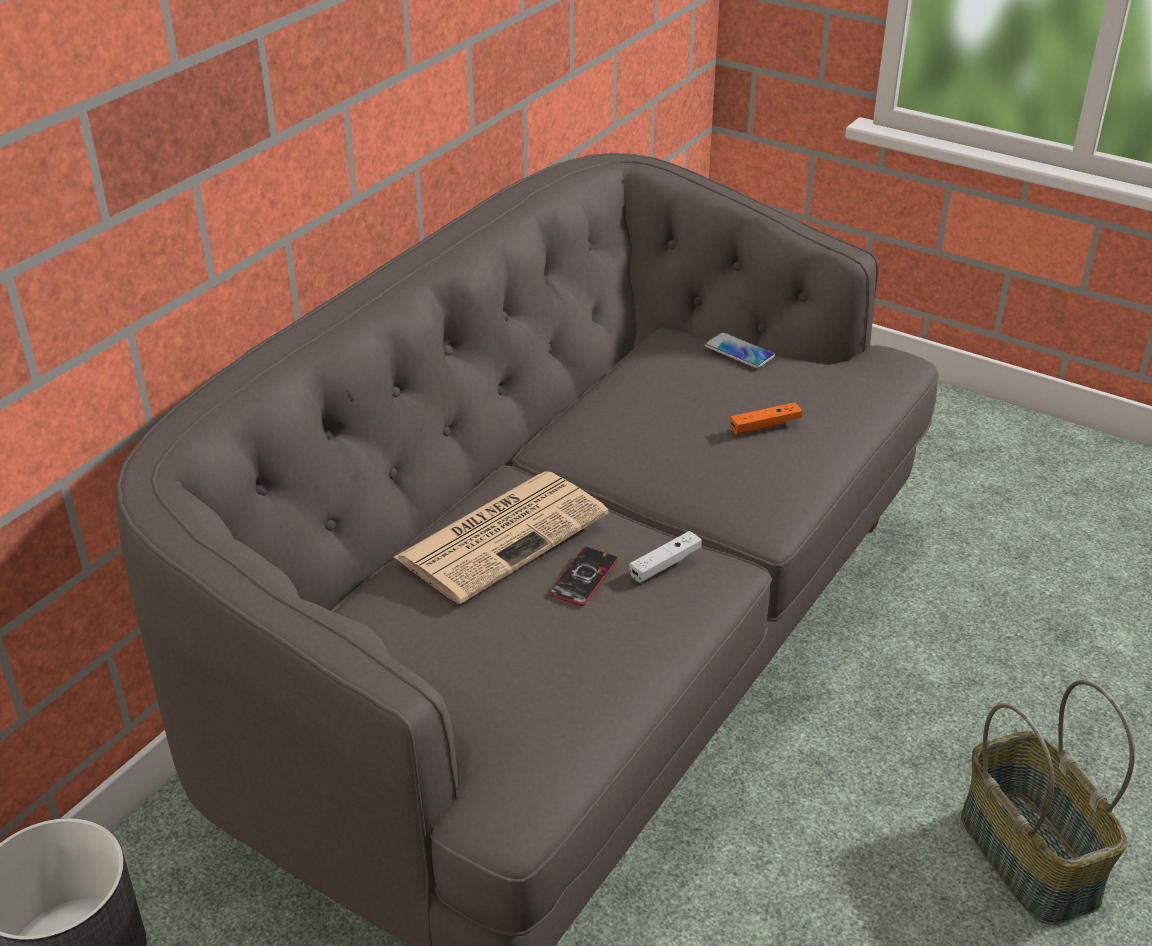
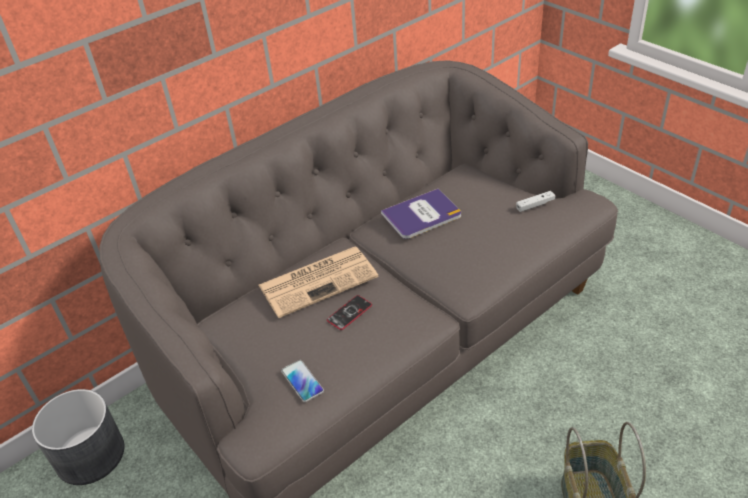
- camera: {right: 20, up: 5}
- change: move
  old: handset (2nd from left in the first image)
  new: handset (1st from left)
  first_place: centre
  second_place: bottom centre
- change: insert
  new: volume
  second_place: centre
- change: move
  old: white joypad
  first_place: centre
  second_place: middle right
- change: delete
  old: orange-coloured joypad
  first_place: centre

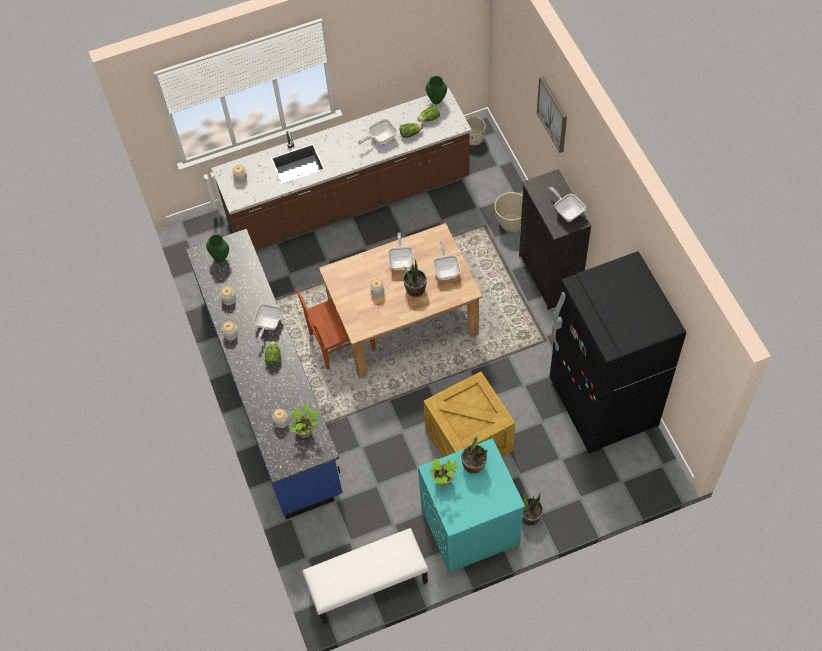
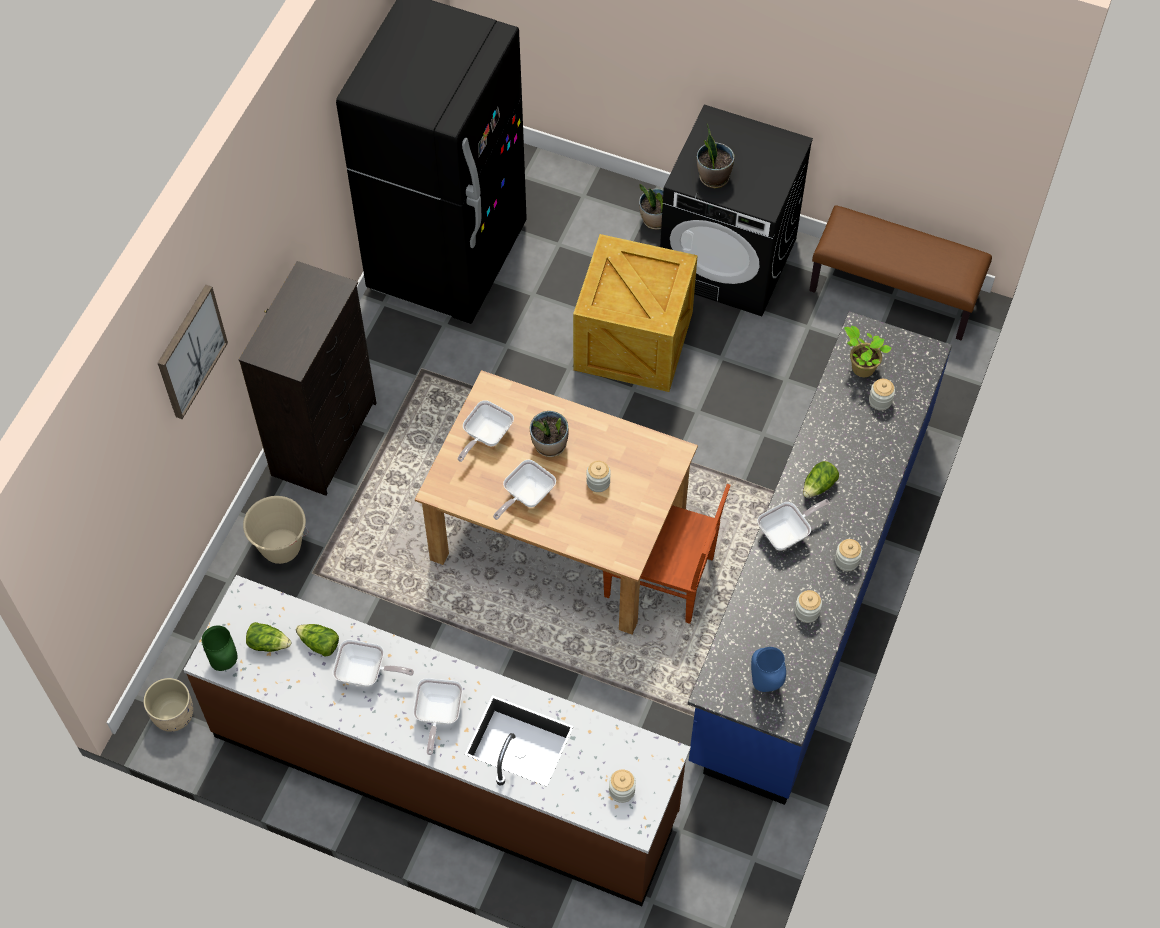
- camera: {right: -140, up: 0}
- change: move
  old: pan (5th from left in the first image)
  new: pan (2nd from left)
  first_place: top right
  second_place: bottom centre
- change: recolor
  old: turquoise-coloured laundry machine
  new: black laundry machine
  first_place: bottom centre
  second_place: top centre
- change: recolor
  old: greenish flower vase (1st from left)
  new: blue-coloured flower vase
  first_place: middle left
  second_place: bottom centre
- change: recolor
  old: white indoor bench
  new: brown-coloured indoor bench
  first_place: bottom centre
  second_place: top right
- change: delete
  old: houseplant (3rd from left)
  first_place: bottom centre

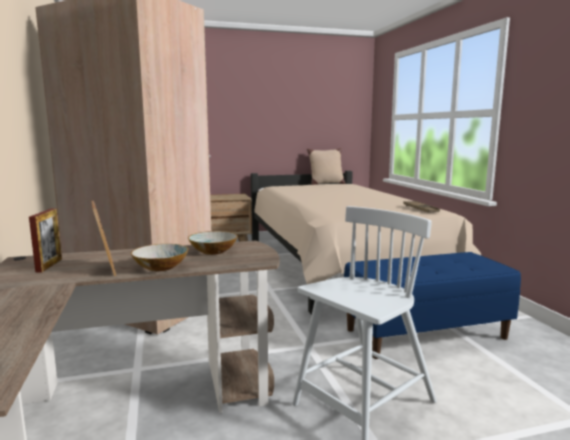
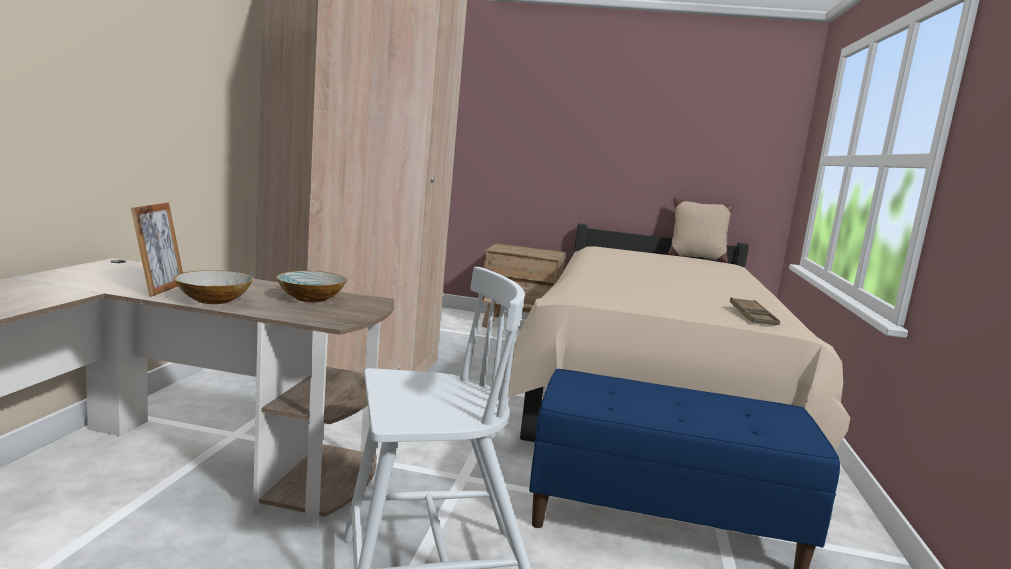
- camera: {right: 25, up: 0}
- change: delete
  old: standing frame (1st from left)
  first_place: middle left

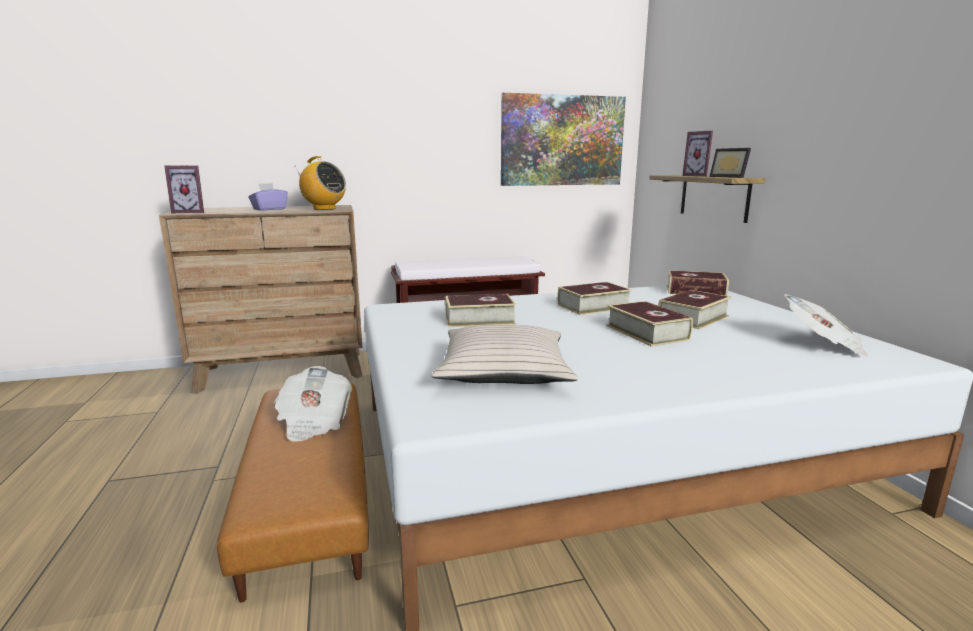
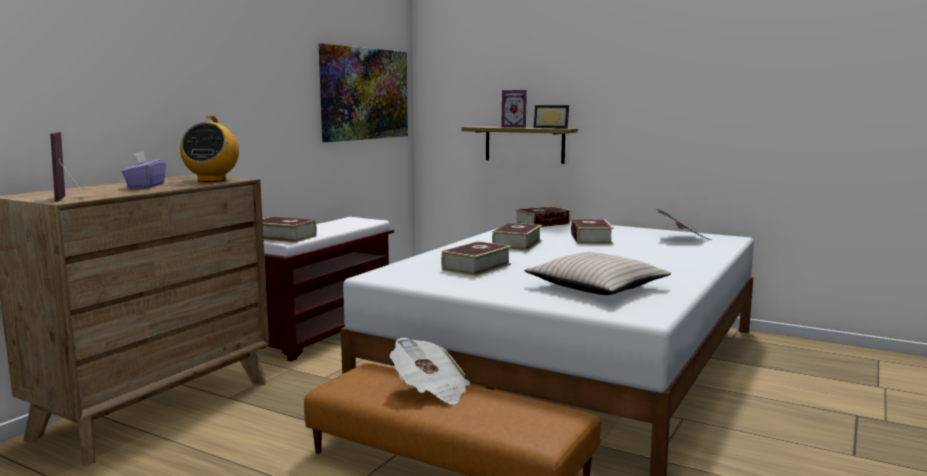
- camera: {right: -45, up: -5}
- change: rotate
  old: standing frame (1st from left)
  first_place: top left
  second_place: middle left
  degrees: 120
- change: rotate
  old: radio
  first_place: top left
  second_place: top left
  degrees: 105
- change: move
  old: volume (3rd from left in the first image)
  new: volume (1st from left)
  first_place: middle right
  second_place: middle left

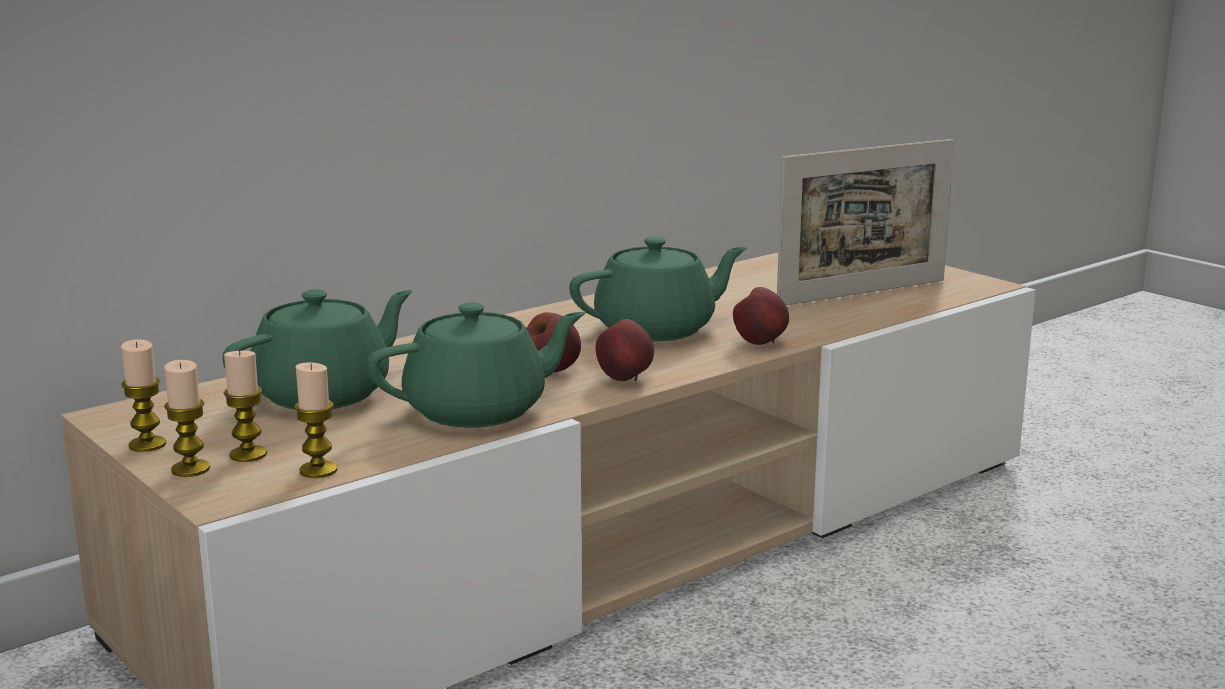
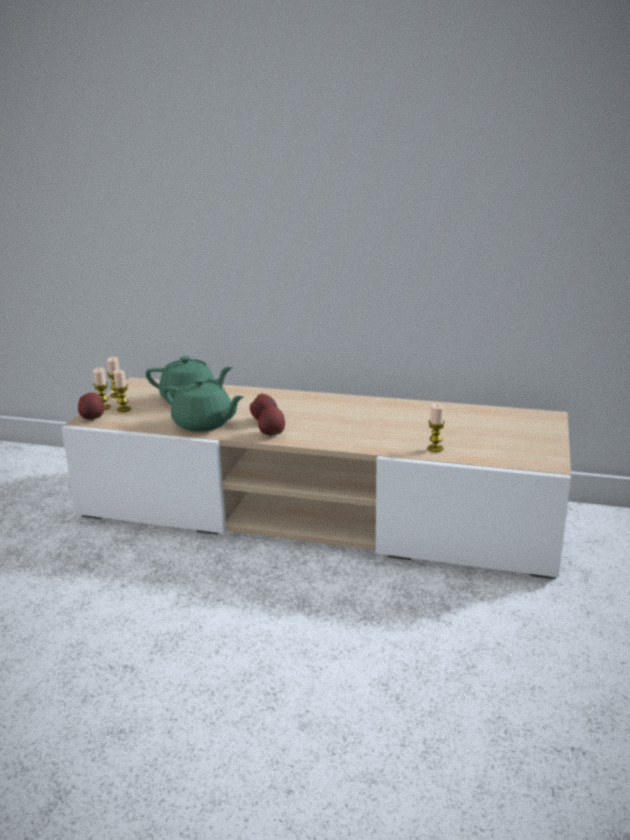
- camera: {right: 55, up: 5}
- change: move
  old: apple fruit (3rd from left in the first image)
  new: apple fruit (1st from left)
  first_place: centre
  second_place: middle left
- change: move
  old: candle (4th from left)
  first_place: middle left
  second_place: middle right
- change: delete
  old: greenish tea pot (3rd from left)
  first_place: centre
- change: delete
  old: standing frame
  first_place: top right

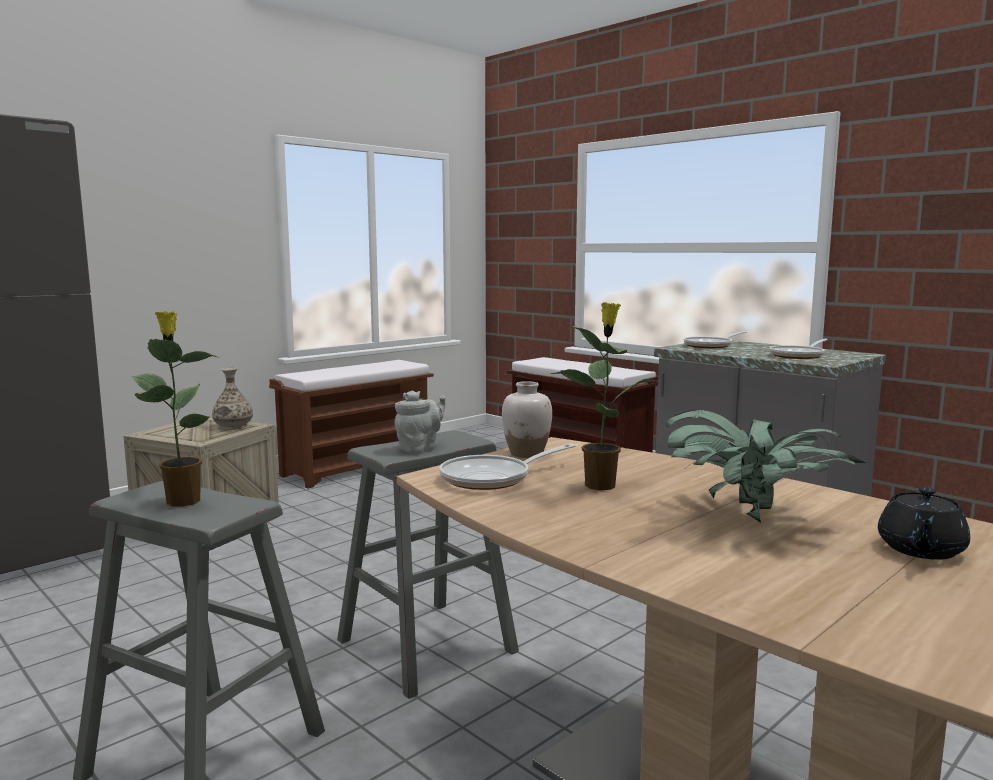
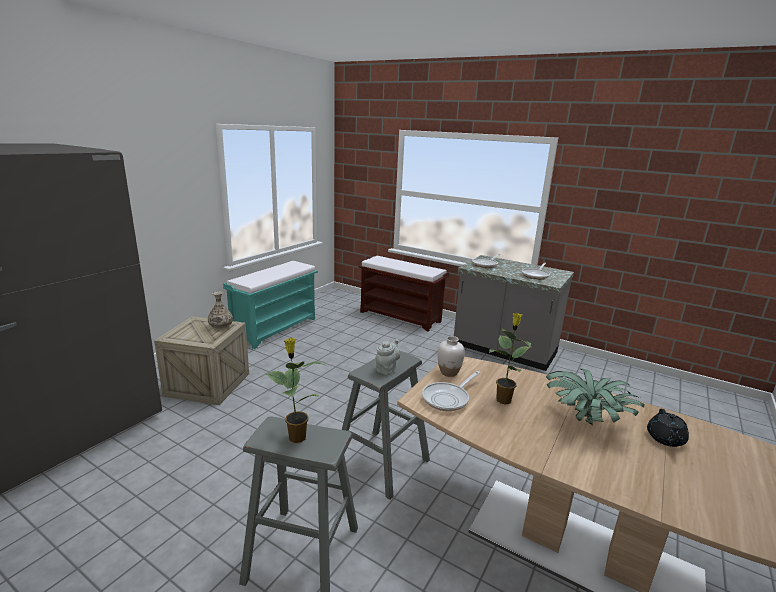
- camera: {right: -15, up: 10}
- change: recolor
  old: brown-coloured indoor bench (1st from left)
  new: turquoise-coloured indoor bench
  first_place: centre
  second_place: centre

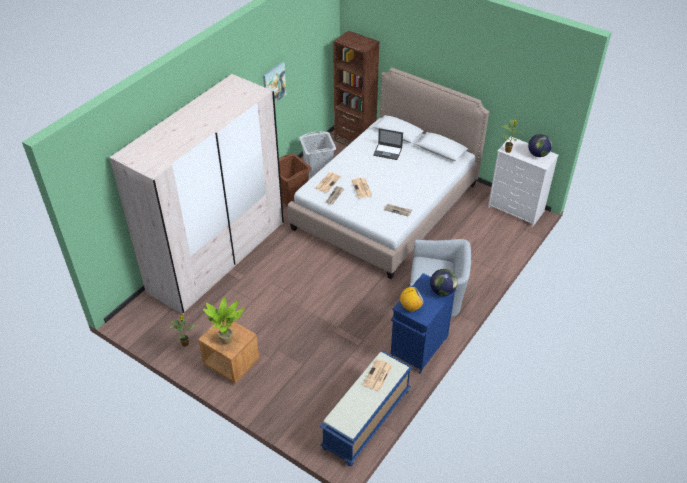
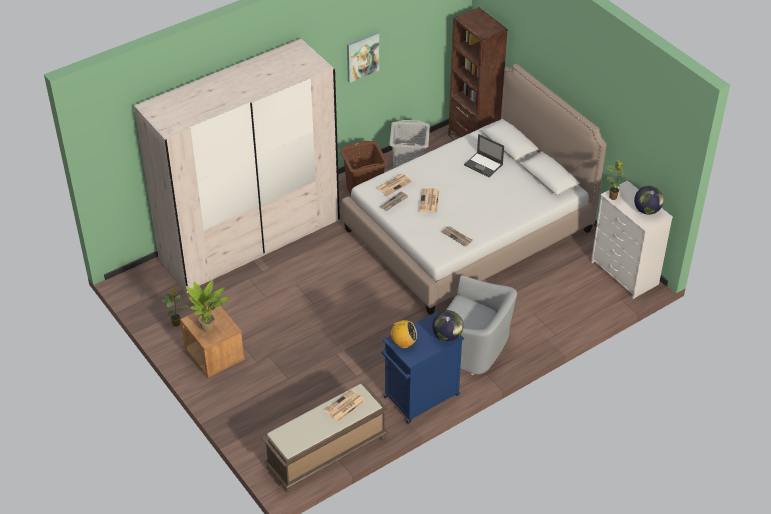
- camera: {right: 20, up: 0}
- change: recolor
  old: blue-coloured indoor bench
  new: brown-coloured indoor bench
  first_place: bottom centre
  second_place: bottom centre

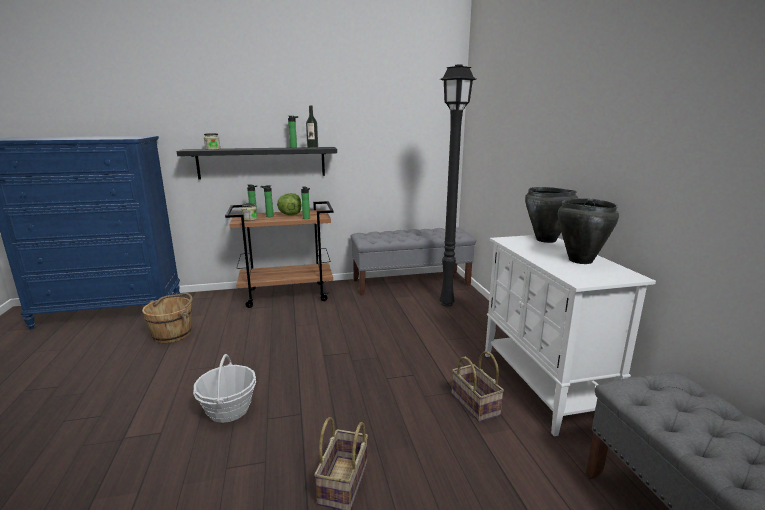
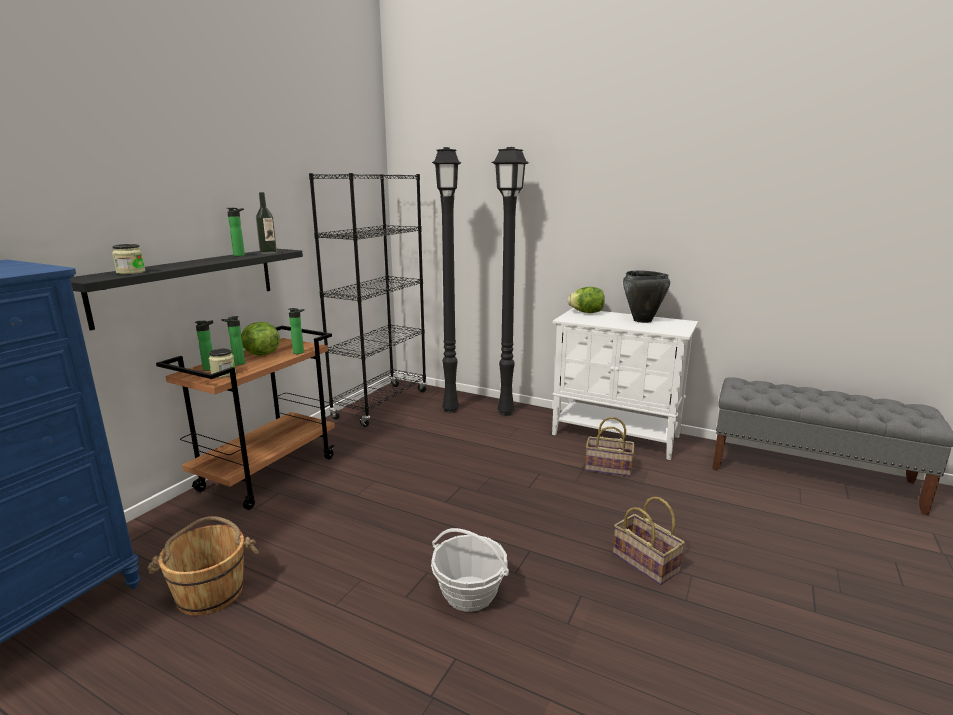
- camera: {right: -50, up: 0}
- change: replace
  old: gray indoor bench (1st from left)
  new: black bookcase
  first_place: centre
  second_place: centre
- change: insert
  new: black floor lamp (2nd from left)
  second_place: centre
- change: replace
  old: black saucepot (1st from left)
  new: head of lettuce (2nd from left)
  first_place: middle right
  second_place: centre

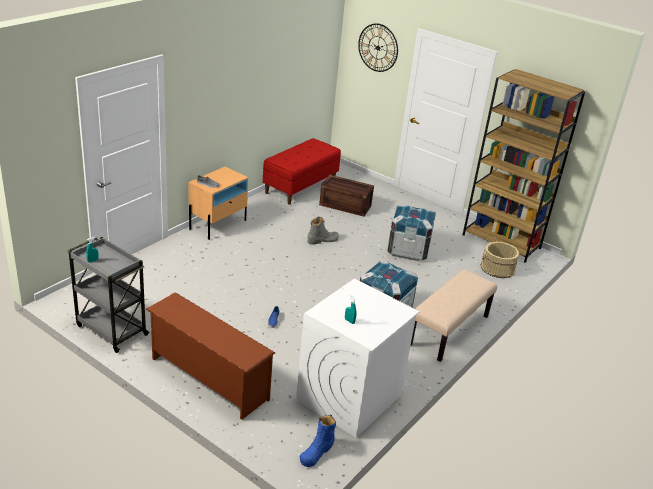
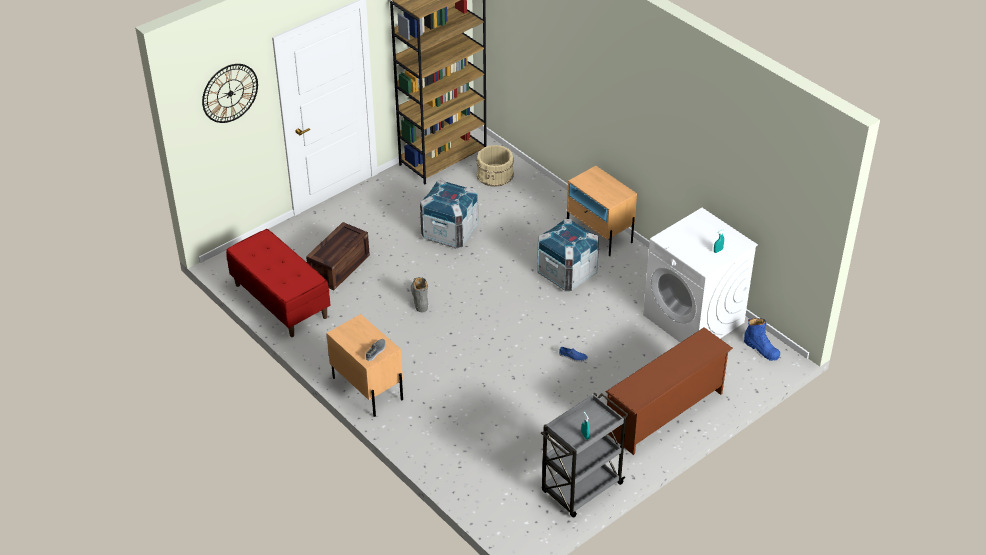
- camera: {right: -75, up: 10}
- change: replace
  old: sand-coloured indoor bench
  new: sand-coloured night table (2nd from left)
  first_place: middle right
  second_place: centre

